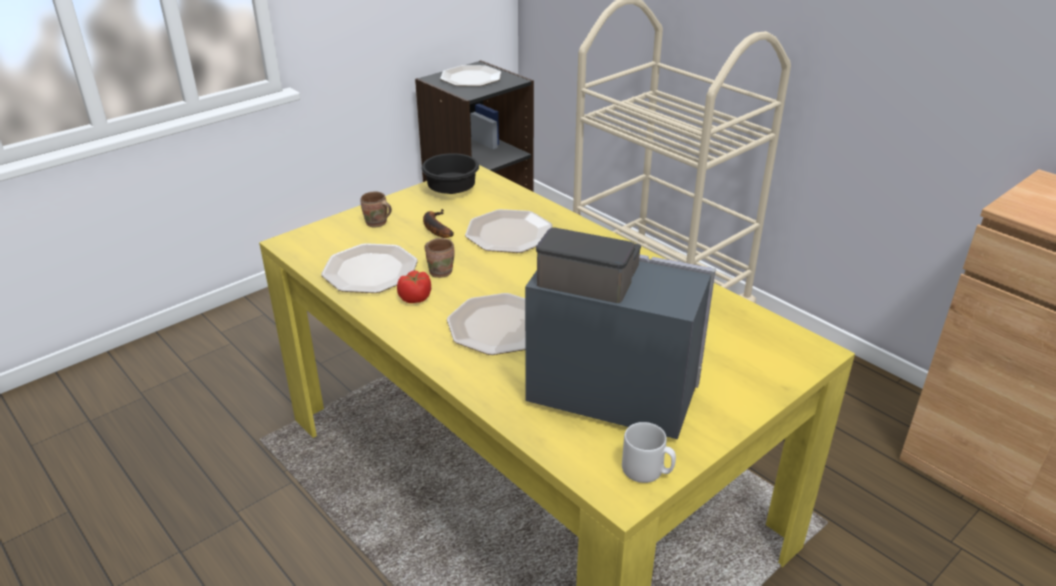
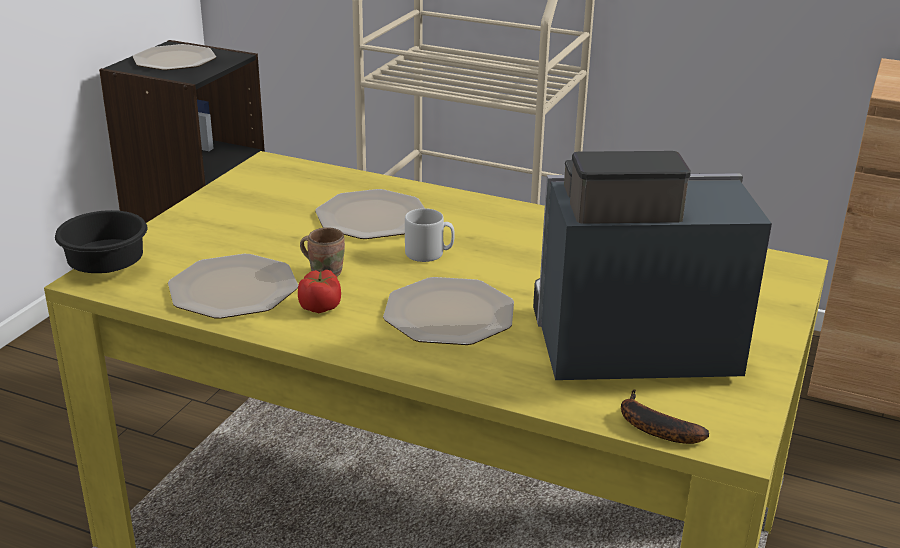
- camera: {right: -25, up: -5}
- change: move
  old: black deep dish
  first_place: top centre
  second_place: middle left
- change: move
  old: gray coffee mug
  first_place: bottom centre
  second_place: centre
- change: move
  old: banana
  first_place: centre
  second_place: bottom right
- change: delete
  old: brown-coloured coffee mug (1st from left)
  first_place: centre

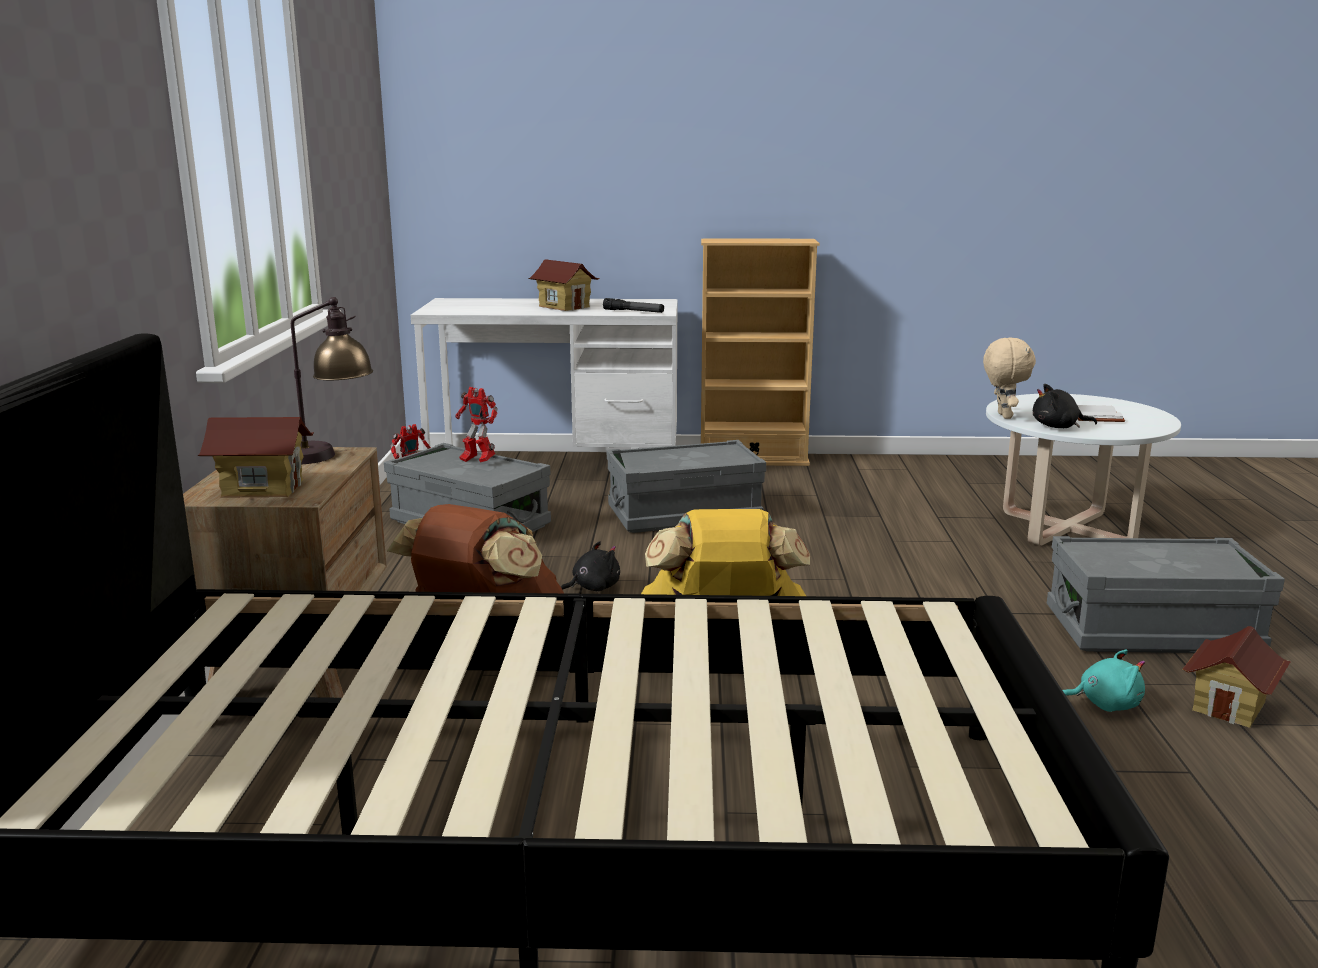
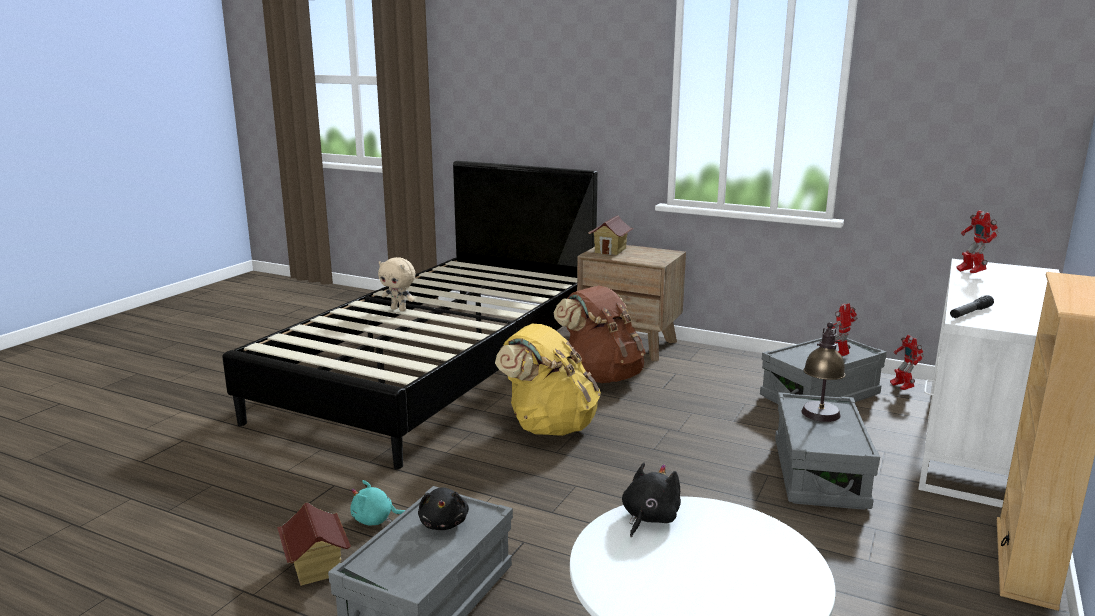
- camera: {right: 115, up: 0}
- change: rotate
  old: turquoise-coloured plush toy
  first_place: bottom right
  second_place: bottom centre
  degrees: 60
- change: move
  old: sand-coloured plush toy
  first_place: middle right
  second_place: centre
- change: move
  old: black plush toy (1st from left)
  first_place: centre
  second_place: bottom centre
- change: move
  old: lamp for a table
  first_place: middle left
  second_place: middle right
- change: insert
  new: robot figure (3rd from left)
  second_place: middle right
- change: delete
  old: miniature house (2nd from left)
  first_place: top centre
- change: delete
  old: white volume
  first_place: middle right

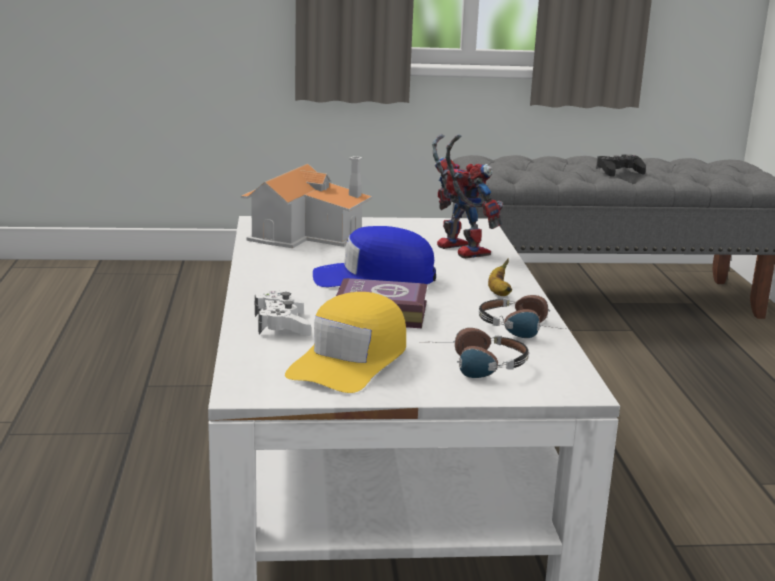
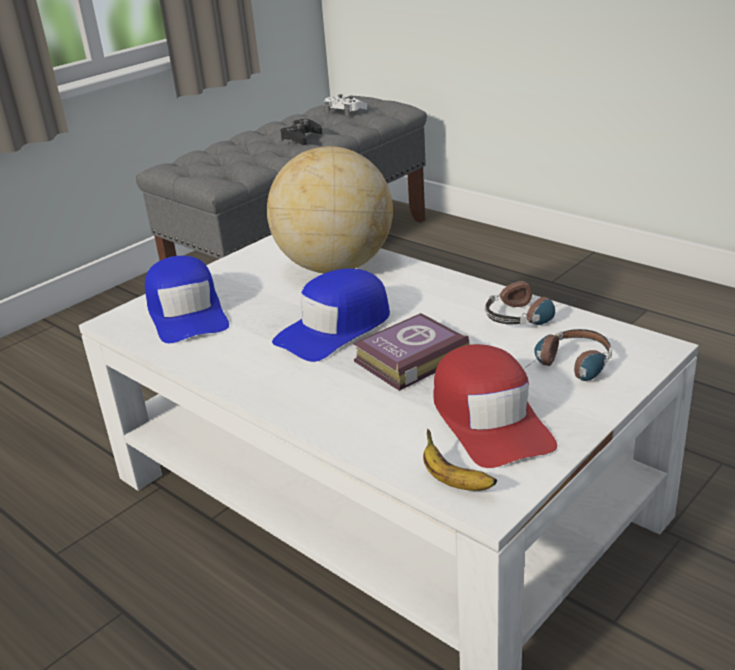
- camera: {right: -40, up: 10}
- change: replace
  old: miniature house
  new: blue-coloured cap (1st from left)
  first_place: centre
  second_place: middle left
- change: replace
  old: robot figure
  new: desk globe
  first_place: centre
  second_place: top centre
- change: move
  old: white joypad
  first_place: centre
  second_place: top centre
- change: move
  old: banana
  first_place: centre
  second_place: bottom centre
- change: recolor
  old: yellowish cap
  new: reddish cap
  first_place: centre
  second_place: middle right

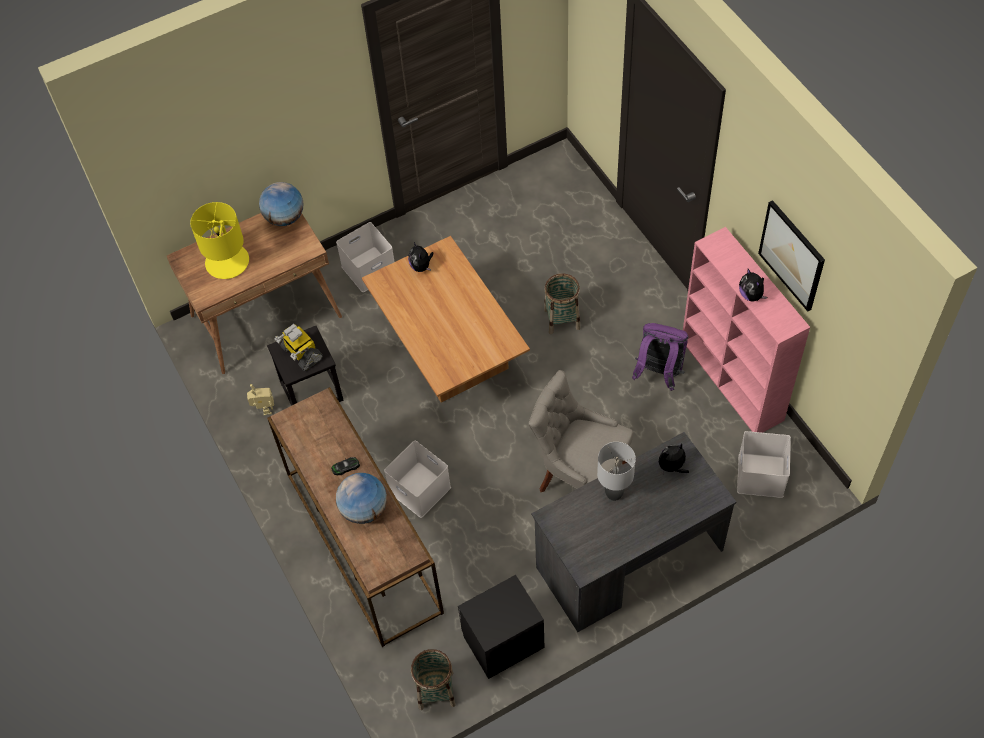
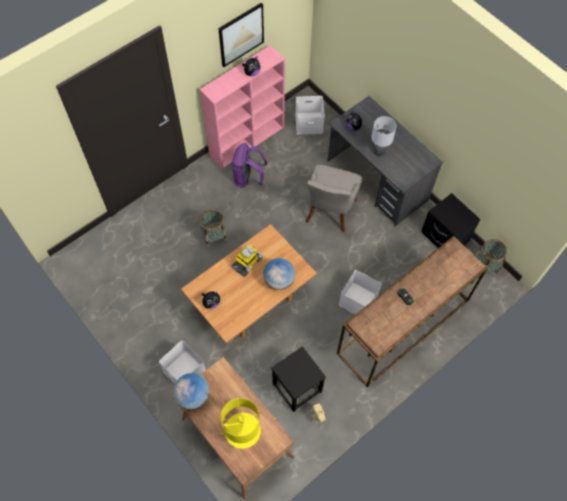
- camera: {right: -105, up: 5}
- change: move
  old: robot figure (2nd from left in the first image)
  new: robot figure (1st from left)
  first_place: middle left
  second_place: centre
- change: move
  old: desk globe (2nd from left)
  first_place: bottom centre
  second_place: centre

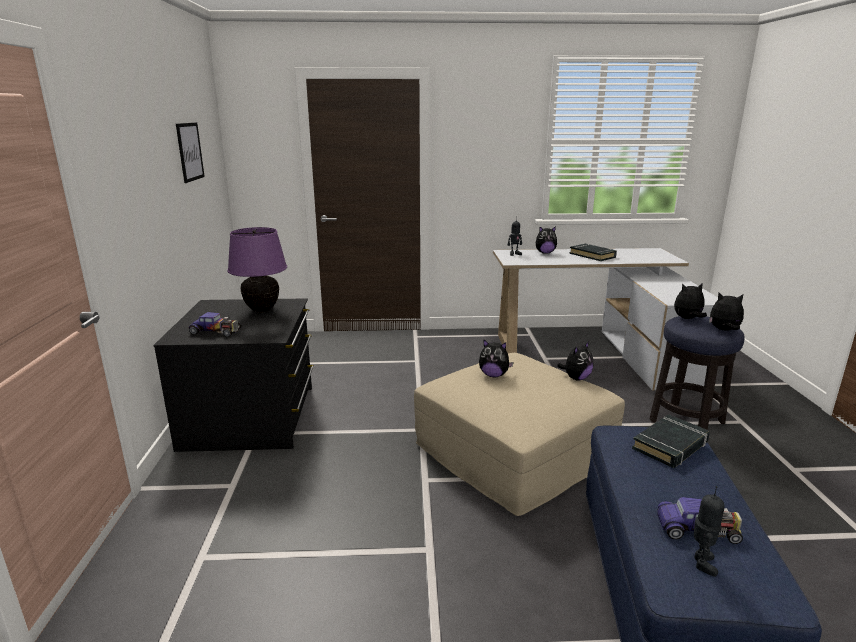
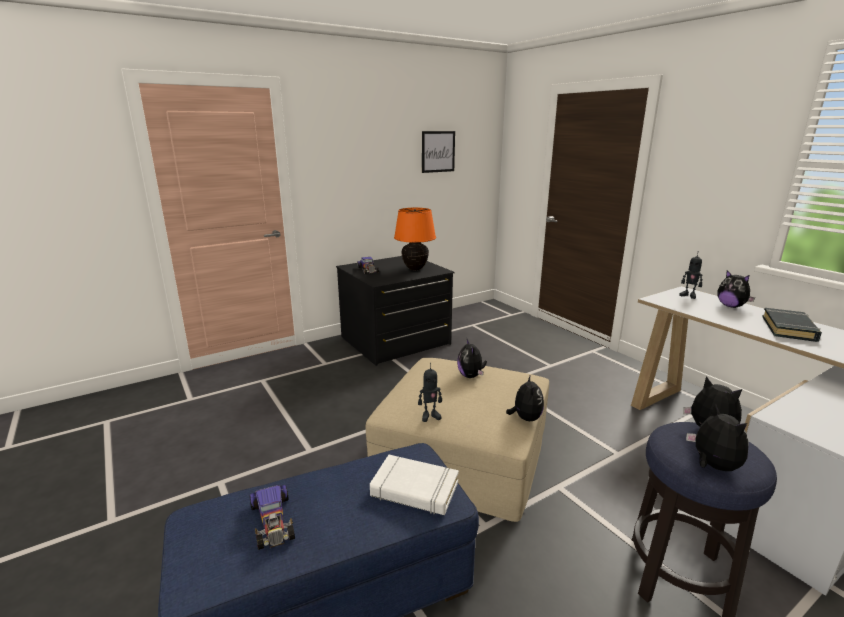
- camera: {right: 60, up: 0}
- change: recolor
  old: black volume (2nd from left)
  new: white volume
  first_place: bottom right
  second_place: bottom centre
- change: recolor
  old: purplish lamp for a table
  new: orange-coloured lamp for a table
  first_place: middle left
  second_place: centre
- change: move
  old: robot figure (2nd from left in the first image)
  new: robot figure (1st from left)
  first_place: bottom right
  second_place: centre
- change: rotate
  old: plush toy (3rd from left in the first image)
  first_place: middle right
  second_place: centre
  degrees: -105

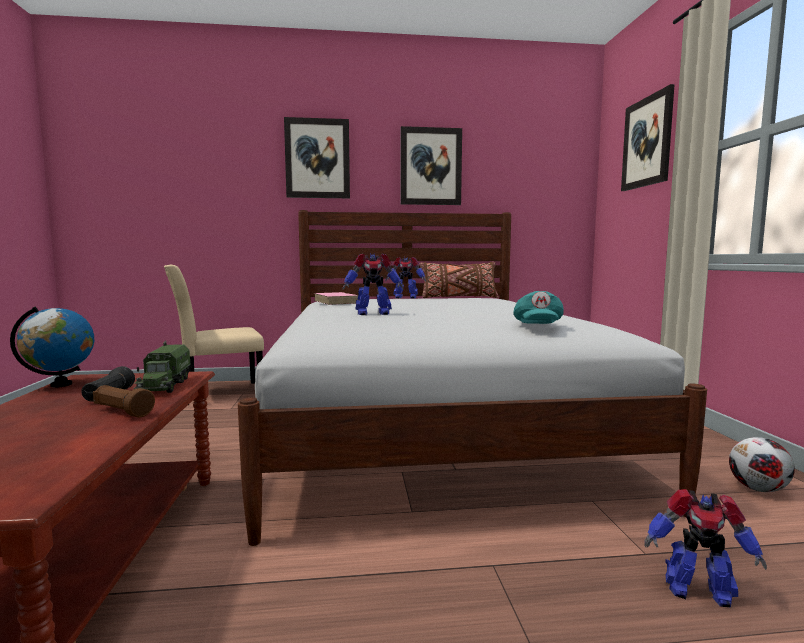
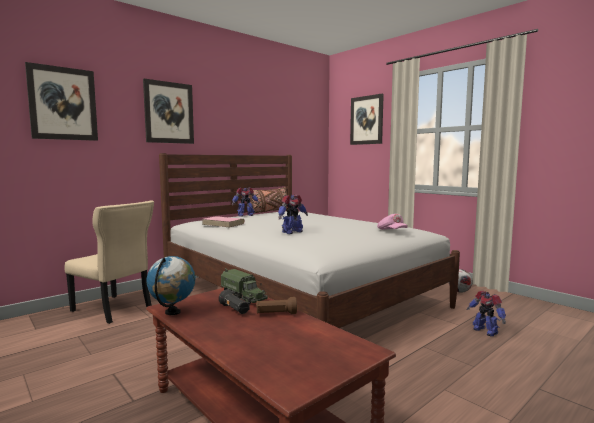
- camera: {right: -35, up: 0}
- change: move
  old: wall picture (2nd from left in the first image)
  new: wall picture (1st from left)
  first_place: top centre
  second_place: top left
- change: rotate
  old: sand-coloured chair
  first_place: middle left
  second_place: middle left
  degrees: -90
- change: recolor
  old: turquoise-coloured cap
  new: pinkish cap
  first_place: middle right
  second_place: centre
- change: rotate
  old: robot figure (3rd from left)
  first_place: bottom right
  second_place: bottom right
  degrees: 75

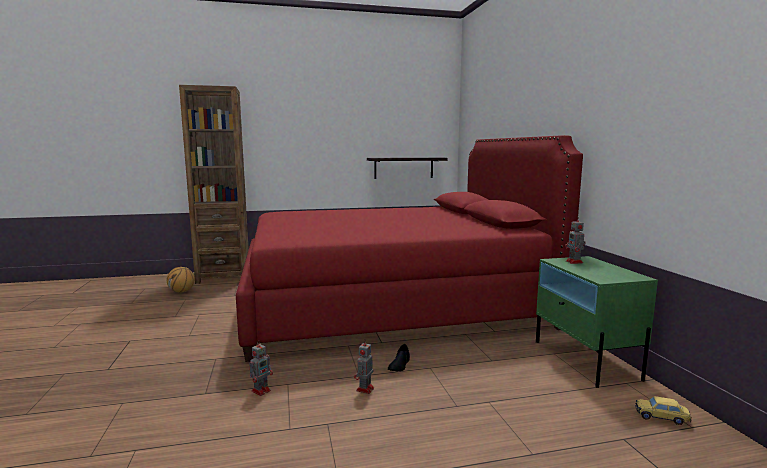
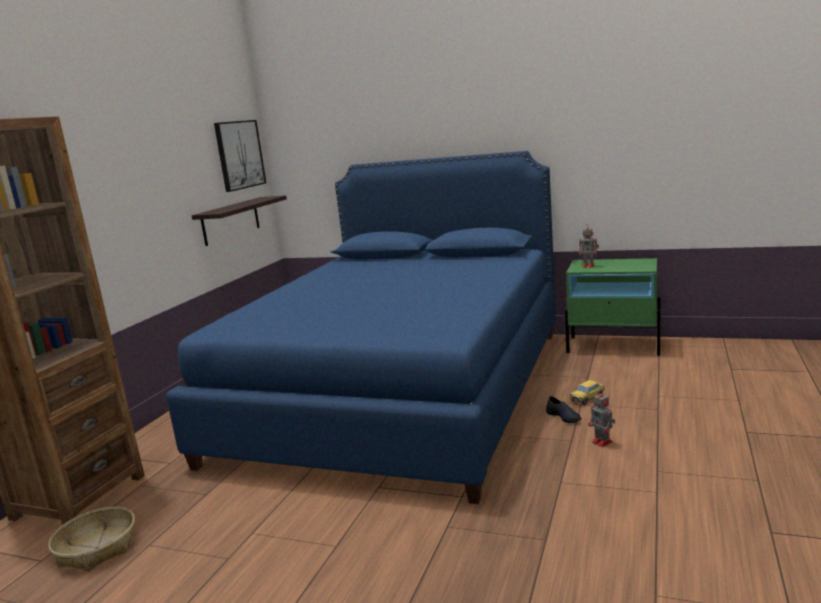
- camera: {right: -55, up: 5}
- change: replace
  old: ball for basketball
  new: basket
  first_place: middle left
  second_place: bottom left
- change: recolor
  old: reddish bedroom bed
  new: blue-coloured bedroom bed
  first_place: centre
  second_place: centre
- change: insert
  new: wall picture
  second_place: top left
- change: move
  old: toy car
  first_place: bottom right
  second_place: middle right
- change: delete
  old: robot figure (1st from left)
  first_place: bottom centre

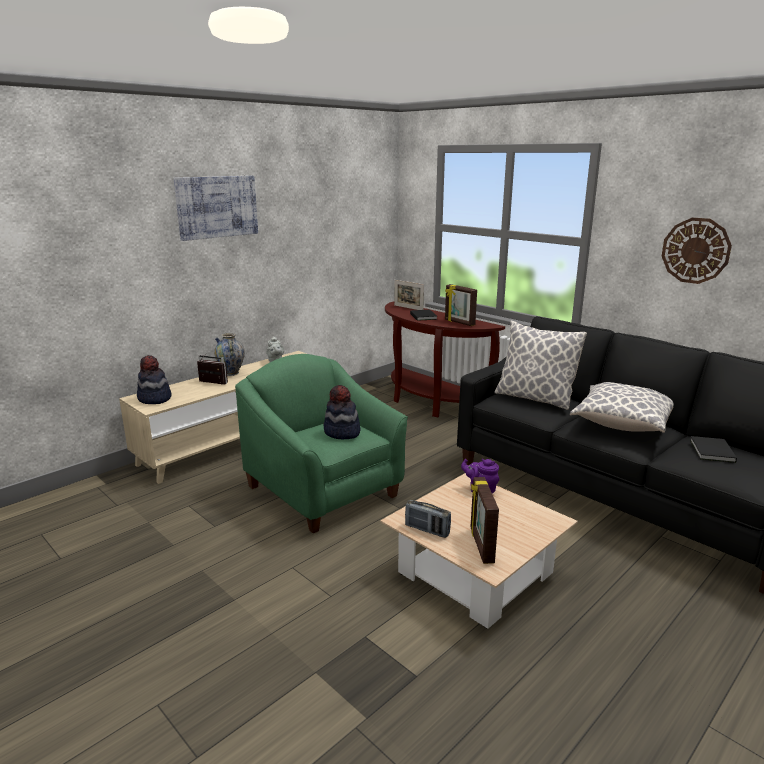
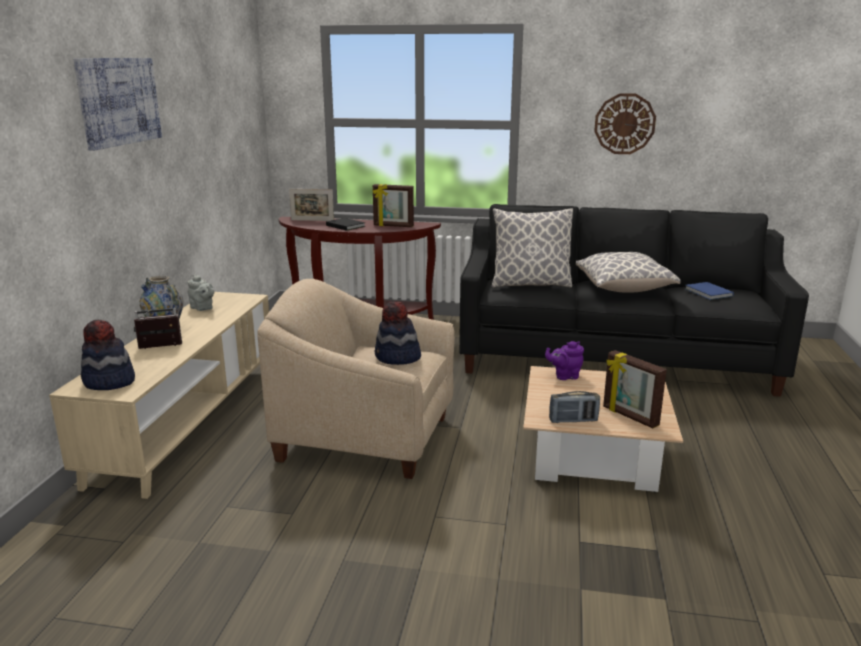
- camera: {right: -35, up: 0}
- change: recolor
  old: greenish easy chair
  new: sand-coloured easy chair
  first_place: centre
  second_place: centre
- change: recolor
  old: black volume (2nd from left)
  new: blue-coloured volume
  first_place: middle right
  second_place: middle right

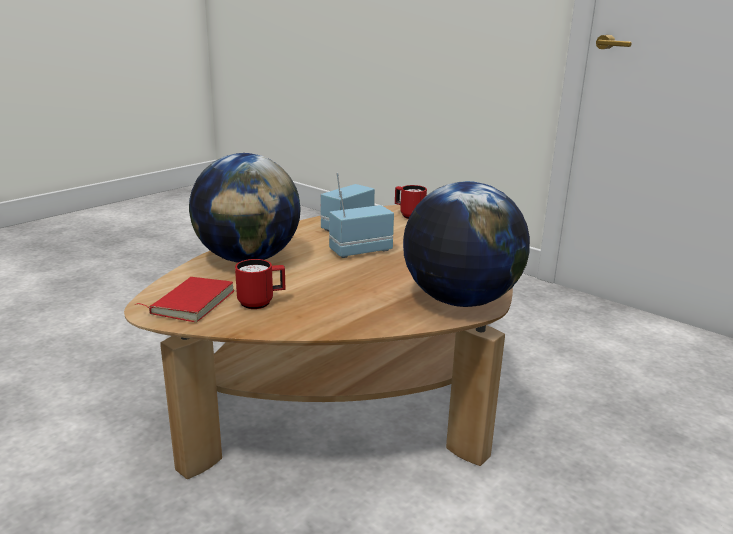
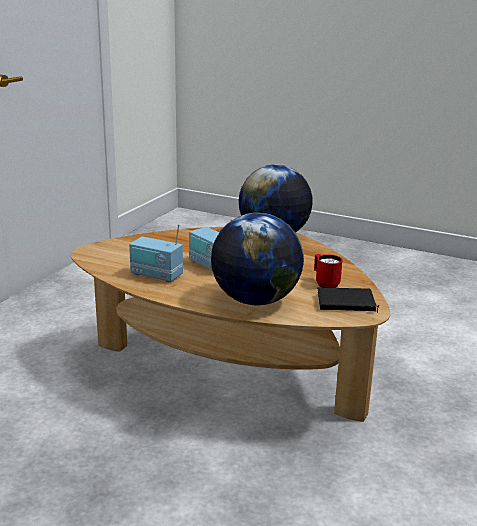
- camera: {right: -105, up: 0}
- change: recolor
  old: reddish volume
  new: black volume
  first_place: middle left
  second_place: middle right
- change: delete
  old: reddish coffee mug (2nd from left)
  first_place: centre

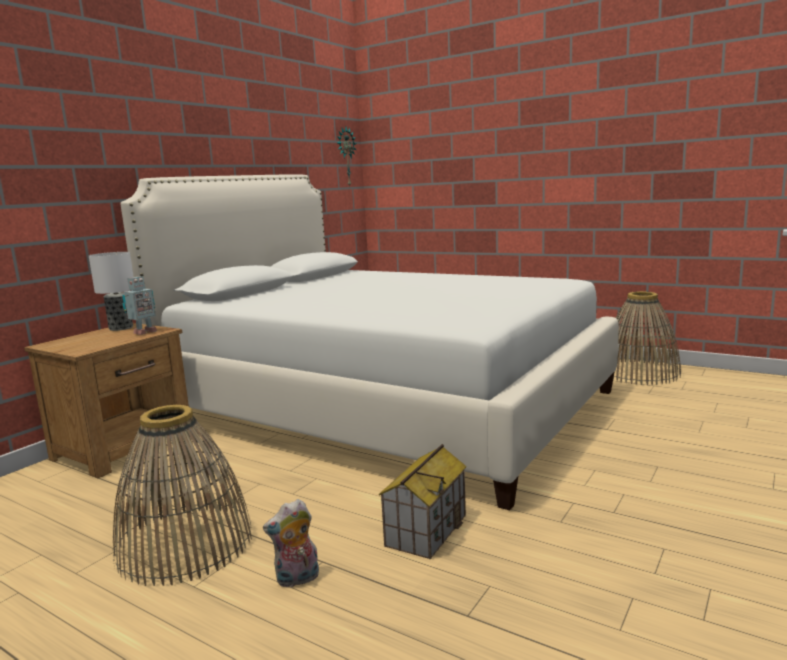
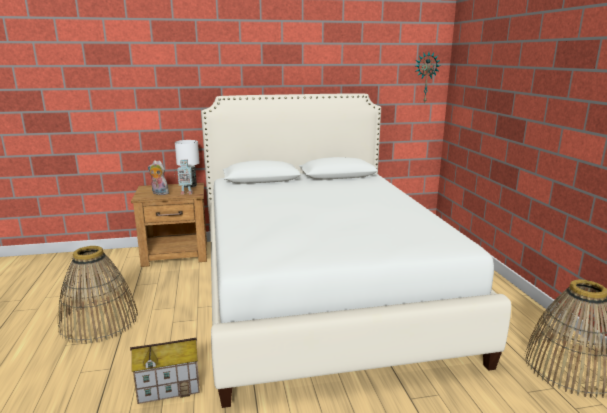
- camera: {right: 45, up: 5}
- change: move
  old: plush toy
  first_place: bottom centre
  second_place: middle left

